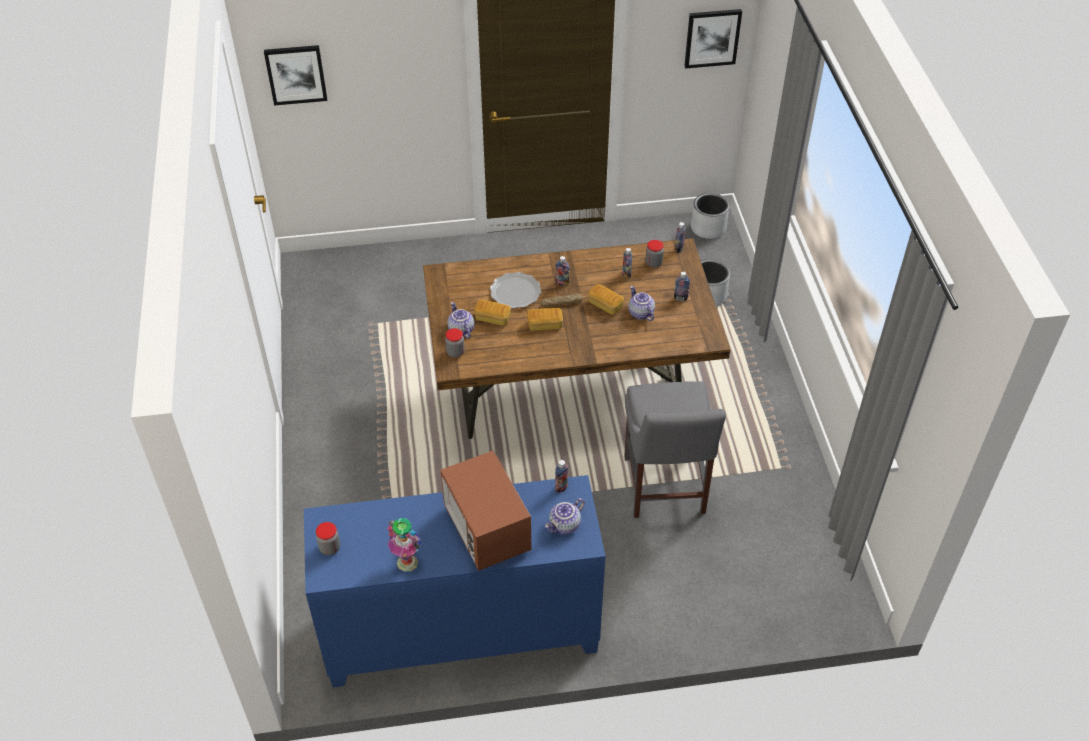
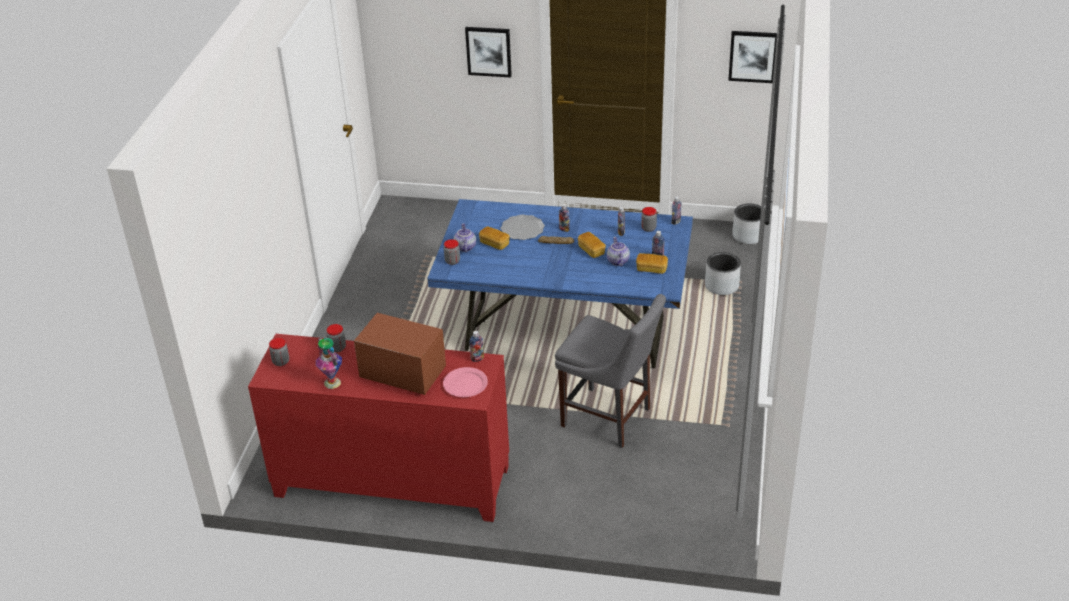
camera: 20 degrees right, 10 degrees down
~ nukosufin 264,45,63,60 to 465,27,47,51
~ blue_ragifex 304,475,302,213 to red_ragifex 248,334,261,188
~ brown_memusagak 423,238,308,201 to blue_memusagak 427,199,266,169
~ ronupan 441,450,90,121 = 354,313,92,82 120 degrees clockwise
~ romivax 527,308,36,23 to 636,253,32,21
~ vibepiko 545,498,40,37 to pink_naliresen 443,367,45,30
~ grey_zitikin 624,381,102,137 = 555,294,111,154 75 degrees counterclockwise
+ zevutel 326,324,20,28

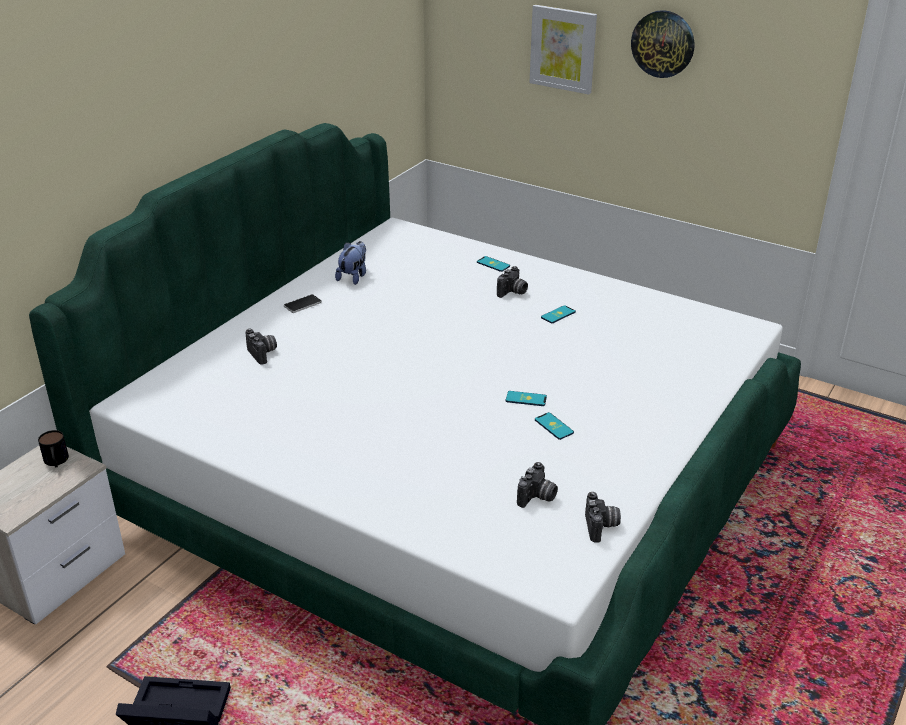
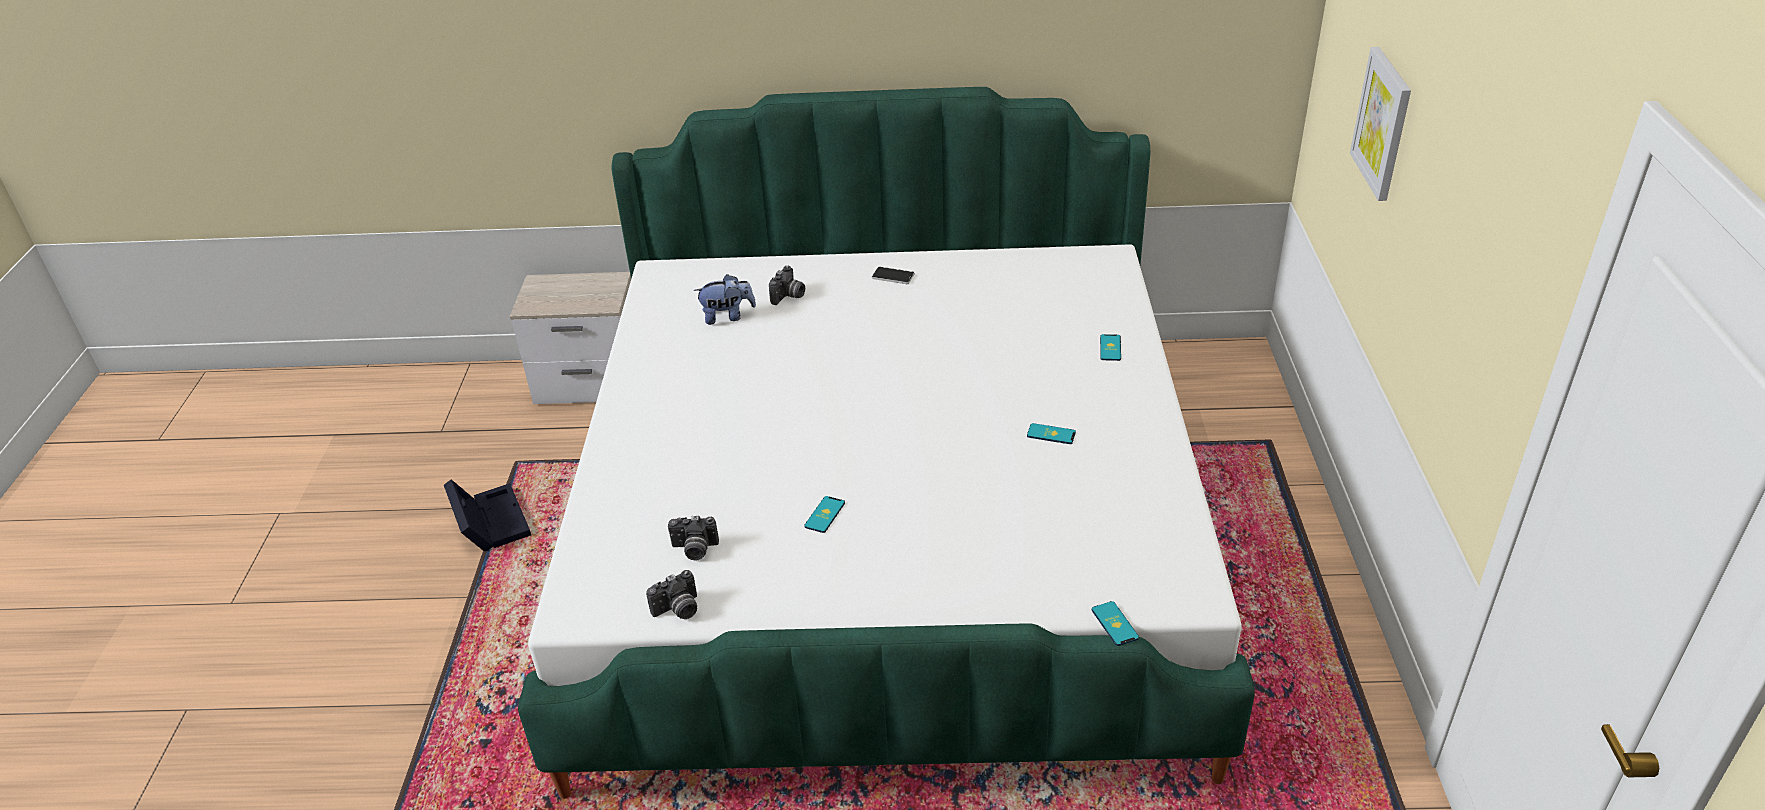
camera: 60 degrees right, 5 degrees up
- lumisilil 38,430,31,38
~ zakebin 335,241,31,44 to 694,274,62,51
- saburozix 497,266,31,32
~ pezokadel 506,391,41,15 to 1092,601,47,45
- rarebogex 631,10,64,68

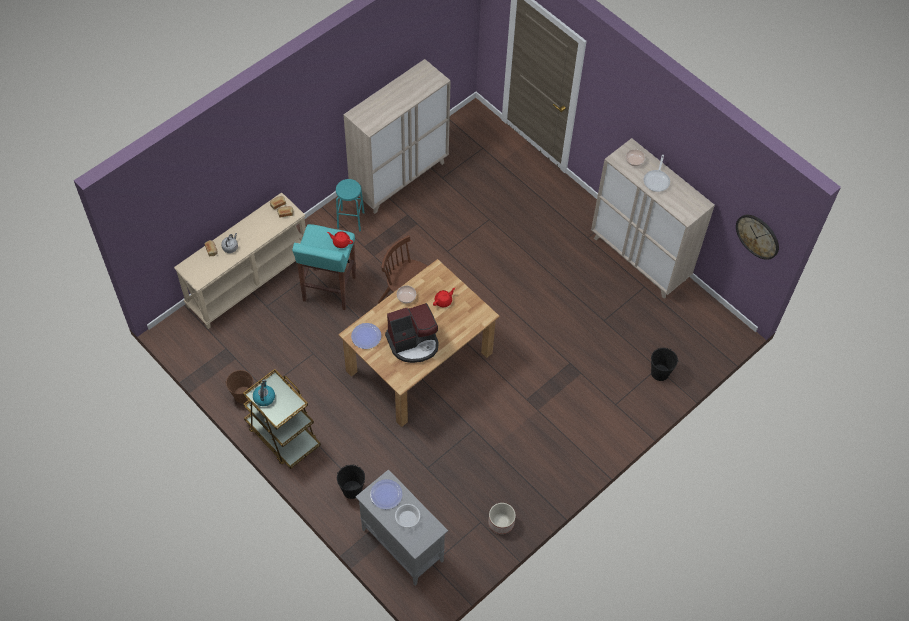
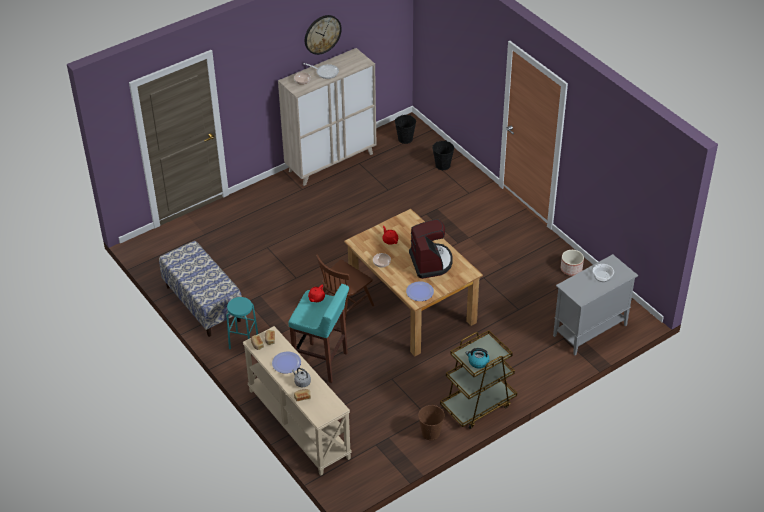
camera: 80 degrees left, 15 degrees down
~ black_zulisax 337,464,28,35 to 395,115,21,29
~ beige_ragifex 344,59,107,155 to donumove 159,241,83,96
~ naliresen 370,479,32,30 to 272,352,29,21
~ rarebogex 736,215,43,45 to 305,15,37,40

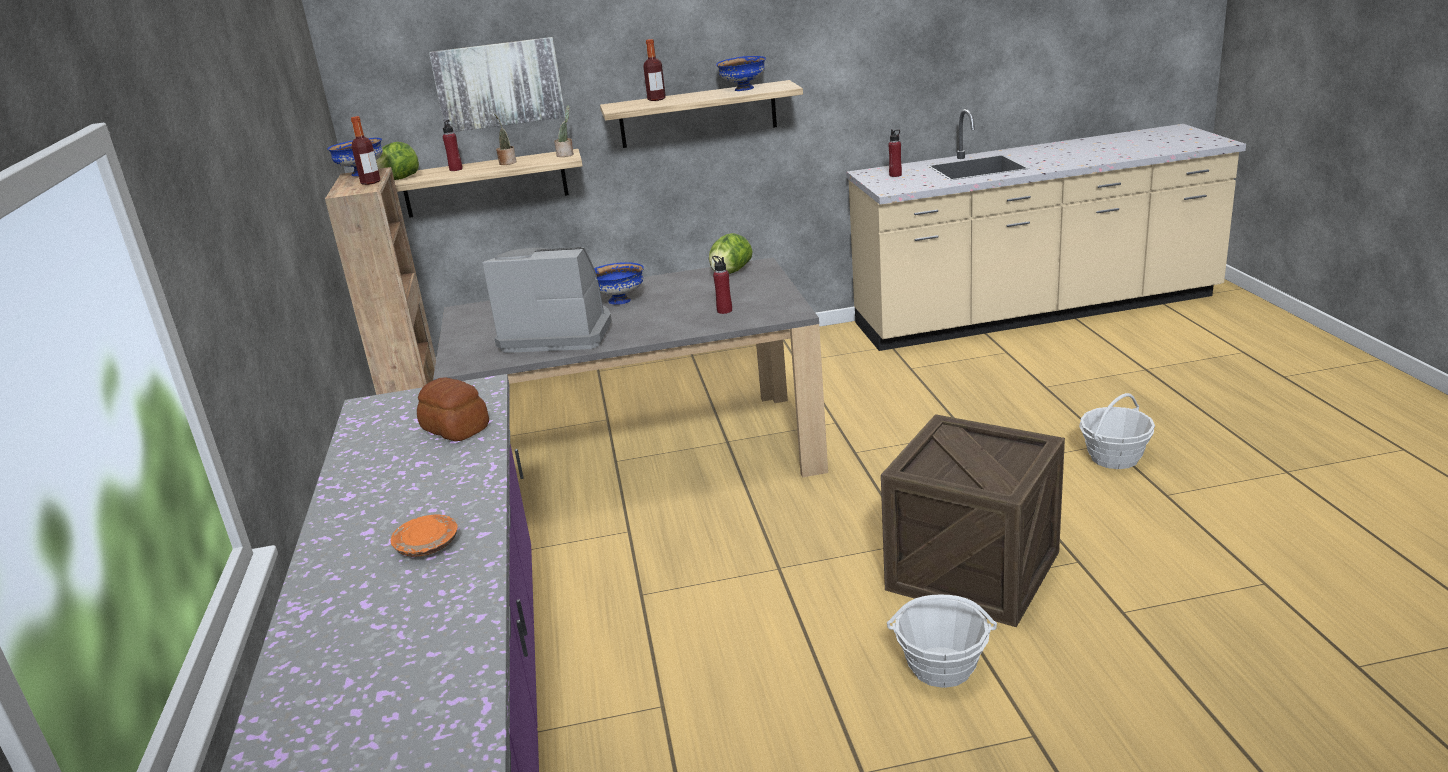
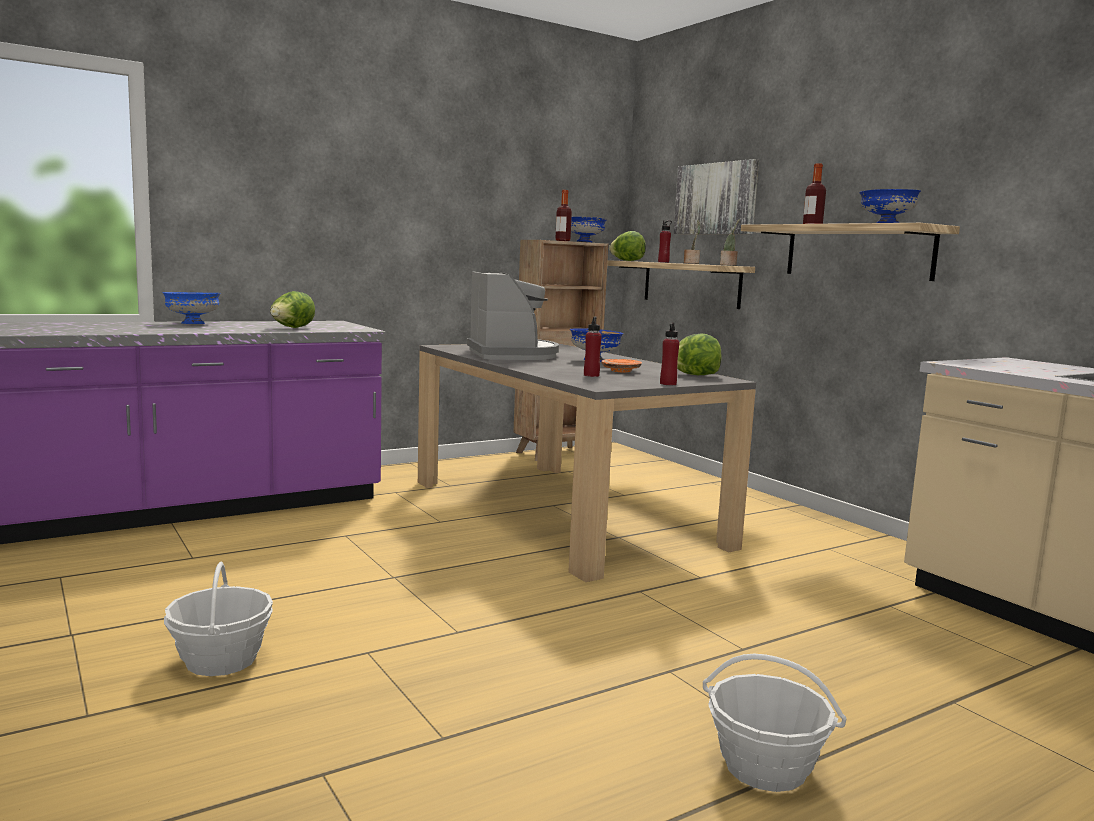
camera: 65 degrees right, 15 degrees down
~ orange_naliresen 391,515,67,42 to 602,359,40,13
~ romivax 417,377,72,64 to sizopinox 270,291,45,37
- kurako 881,414,184,213
~ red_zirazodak 888,129,14,48 to 660,323,19,62
+ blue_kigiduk 162,292,59,32

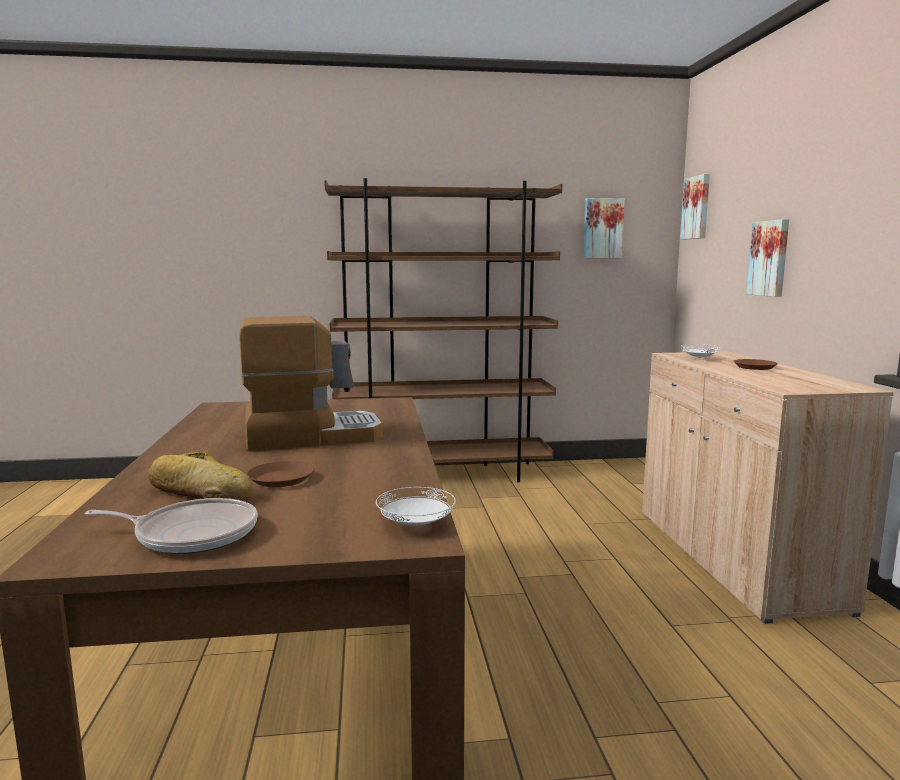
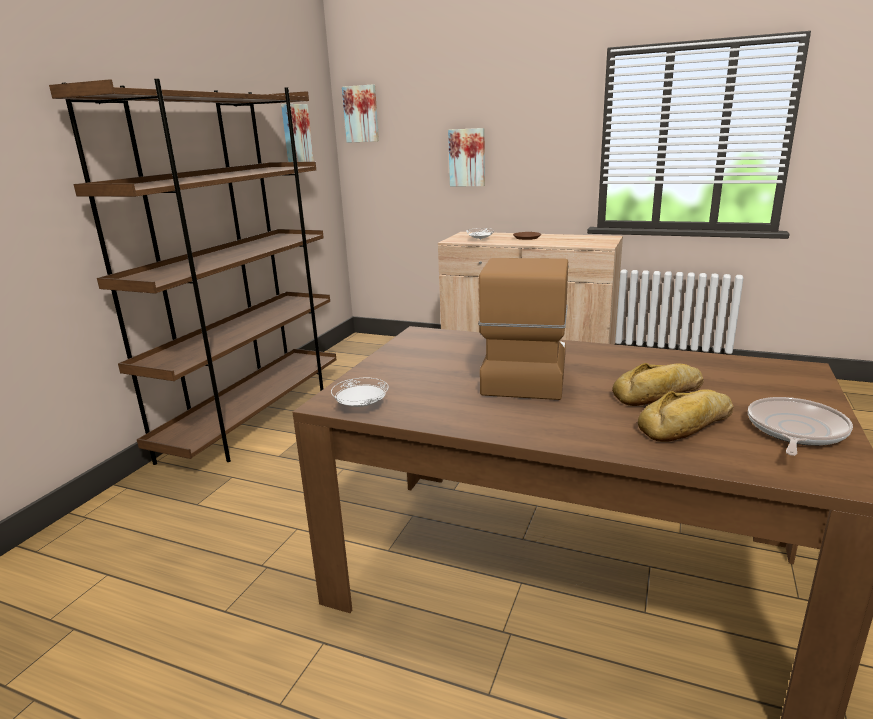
camera: 60 degrees left, 10 degrees up
~ brown_naliresen 247,461,67,26 to romivax 612,363,92,43
~ white_naliresen 376,487,80,39 to 331,378,58,29

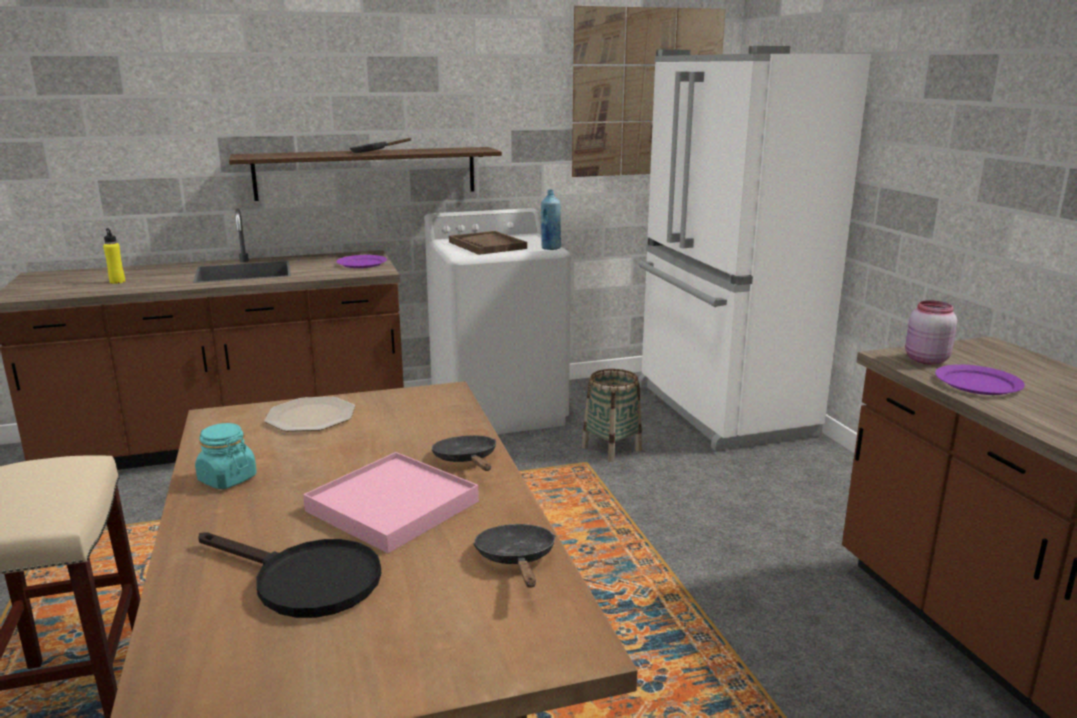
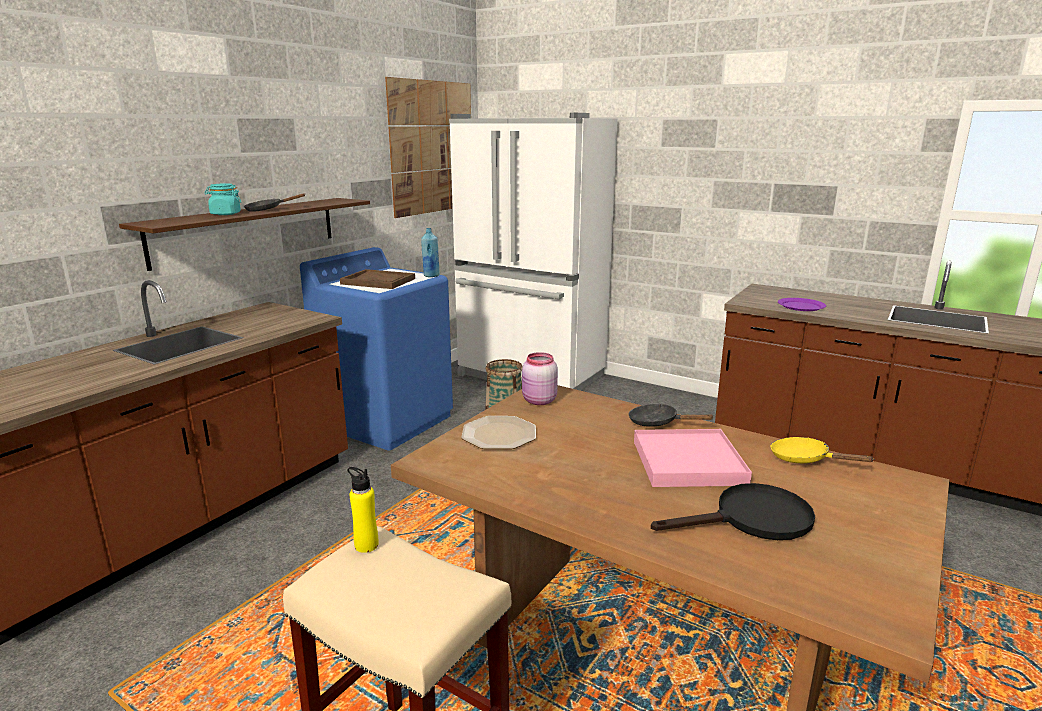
camera: 40 degrees left, 0 degrees up
~ yellow_zirazodak 103,228,22,56 to 347,467,31,86
~ turquoise_zevutel 195,423,61,66 to 205,184,36,31
- purple_naliresen 336,255,51,13
~ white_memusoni 424,208,147,226 to blue_memusoni 300,247,153,204
~ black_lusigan 473,524,83,64 to yellow_lusigan 770,437,105,26
~ pink_zevutel 905,300,52,65 to 522,352,36,53

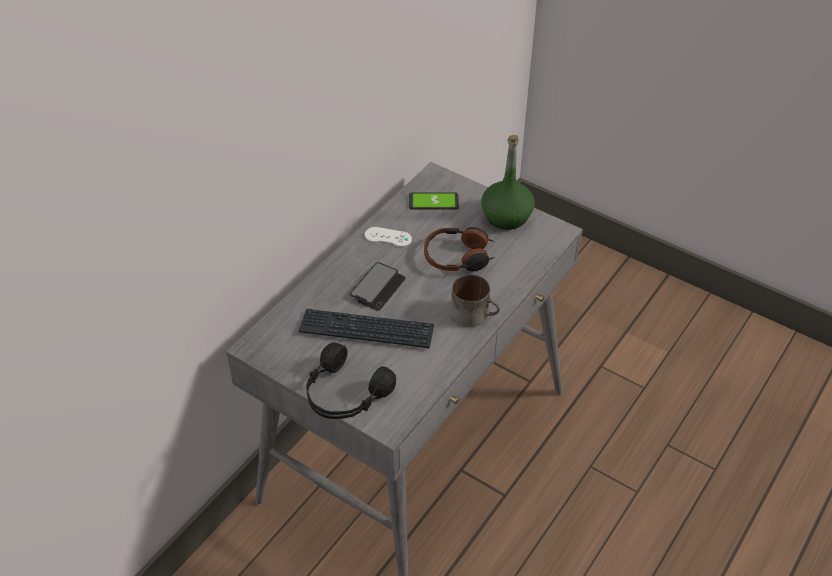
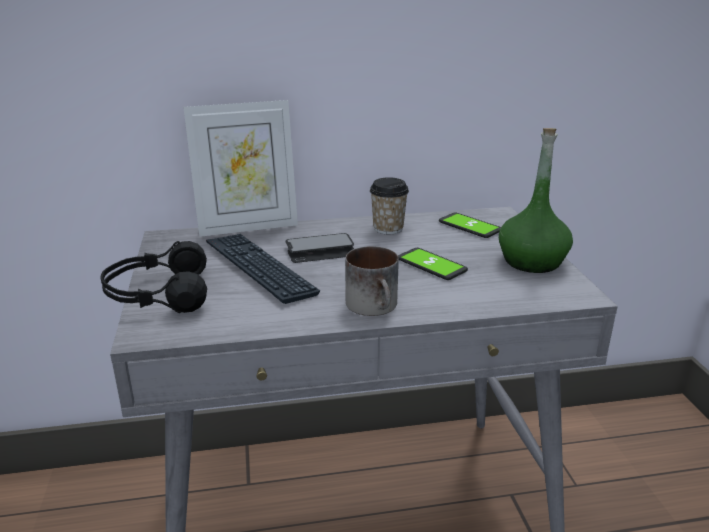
camera: 45 degrees right, 20 degrees down
~ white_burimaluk 365,227,47,20 to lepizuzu 370,177,39,57
~ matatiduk 424,227,71,44 to pezokadel 398,248,70,32
+ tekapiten 183,100,115,137

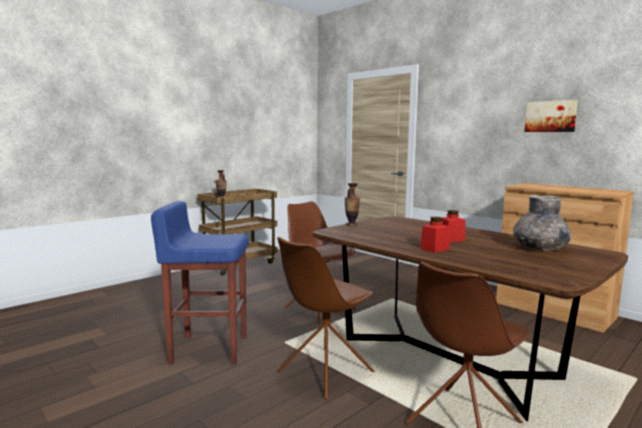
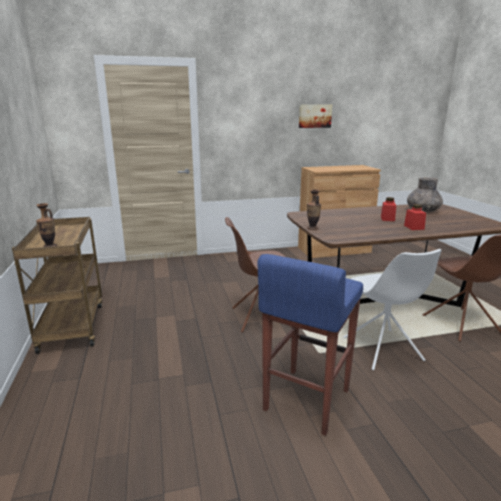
camera: 60 degrees left, 10 degrees up
~ brown_zitikin 277,237,97,163 to white_zitikin 343,249,99,121

